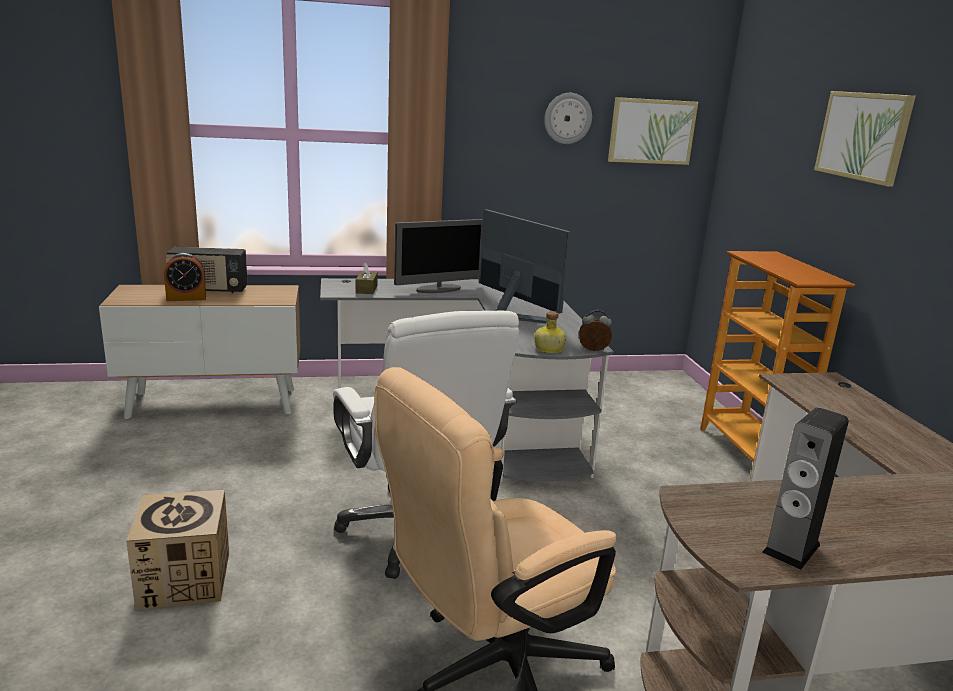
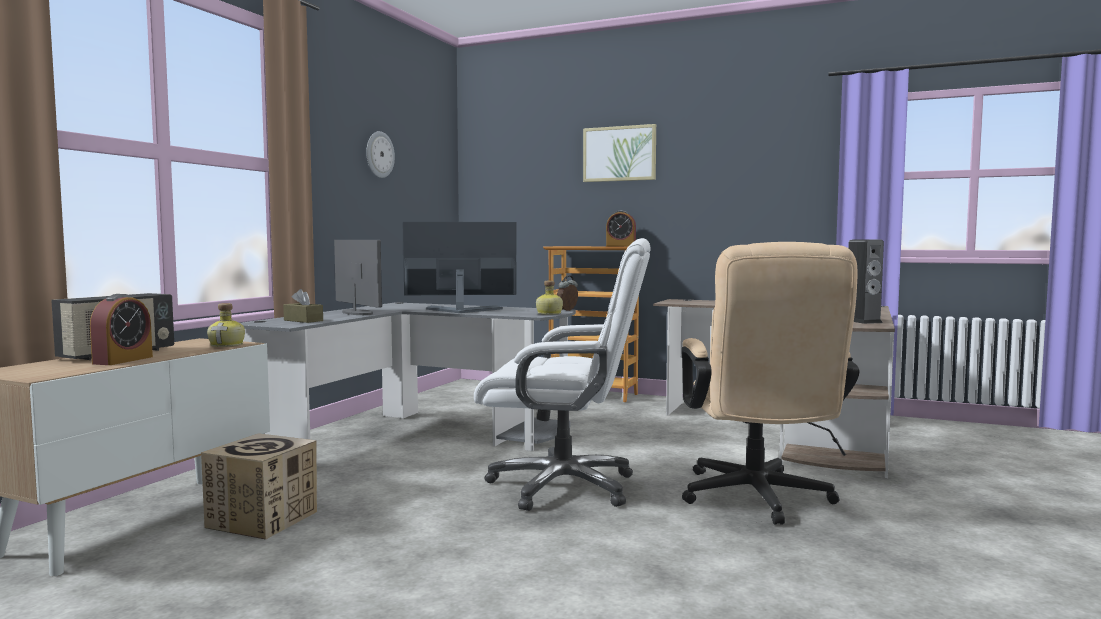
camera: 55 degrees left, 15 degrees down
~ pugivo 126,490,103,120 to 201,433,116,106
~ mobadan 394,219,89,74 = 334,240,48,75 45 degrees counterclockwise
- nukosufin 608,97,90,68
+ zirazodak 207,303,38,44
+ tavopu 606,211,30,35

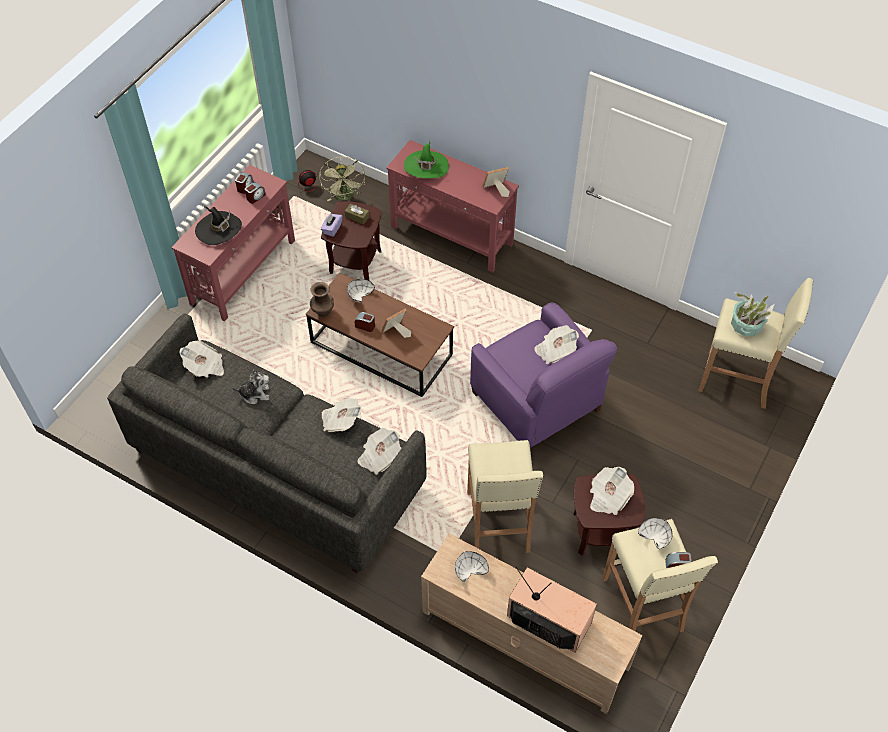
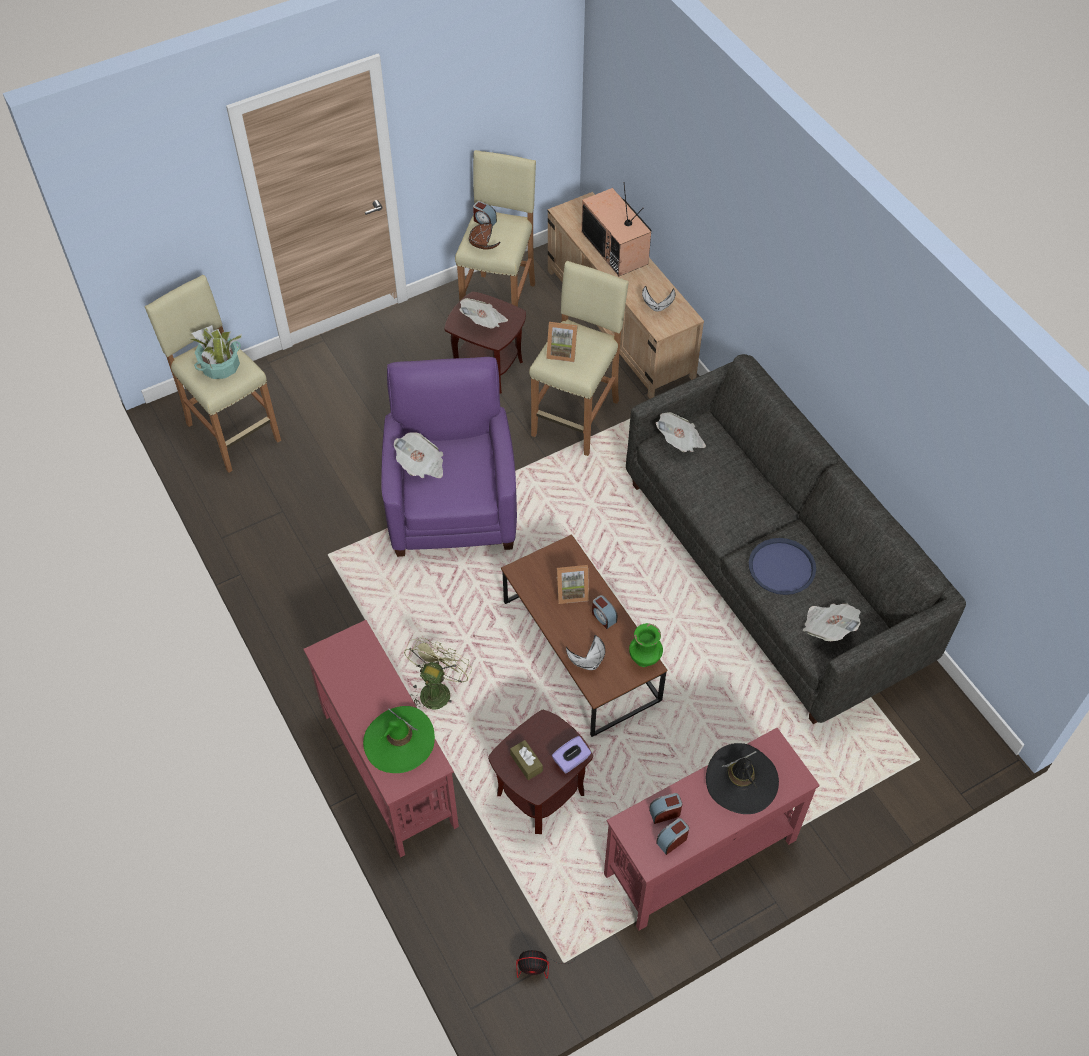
camera: 150 degrees left, 0 degrees up
~ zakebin 232,369,37,35 to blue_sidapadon 749,538,67,57
~ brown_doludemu 310,282,24,35 to green_doludemu 629,623,34,44
~ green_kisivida 319,157,46,44 to 404,637,68,73
- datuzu 321,398,40,34
~ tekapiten 483,167,27,30 to 546,322,32,40
~ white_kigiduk 638,518,35,31 to brown_kigiduk 469,223,31,27

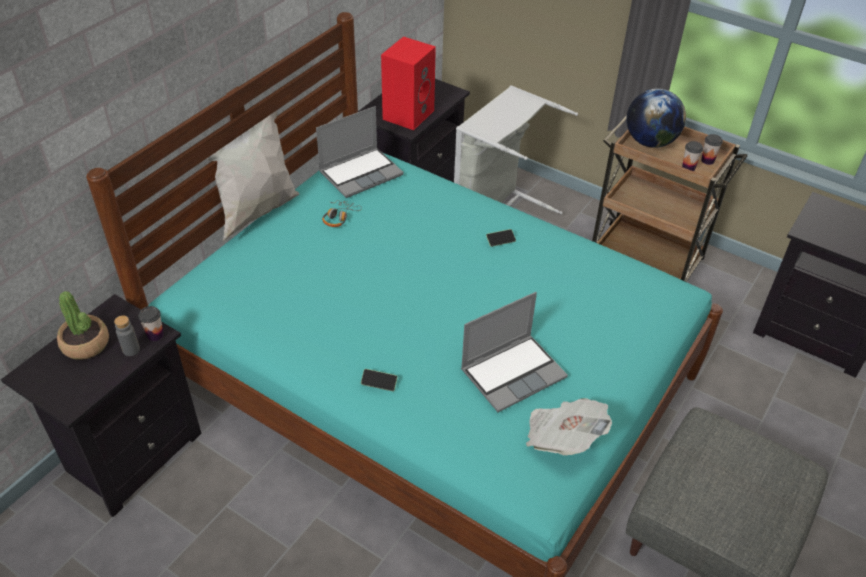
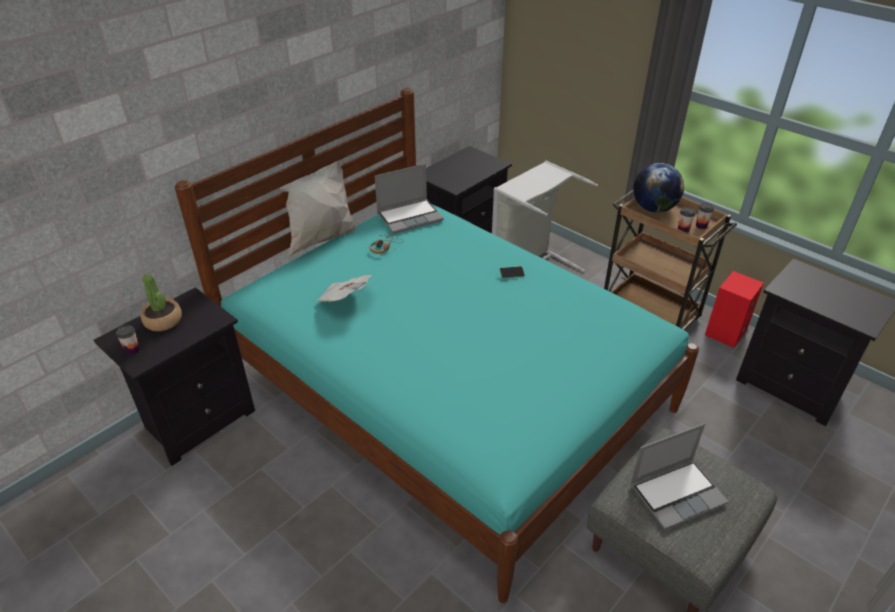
camera: 10 degrees right, 5 degrees down
- grey_zirazodak 114,315,26,41
~ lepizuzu 138,306,26,35 to 116,325,24,31
- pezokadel 361,369,37,22
~ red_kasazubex 381,37,55,93 to 705,271,59,77
~ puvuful 461,292,107,120 to 630,423,99,107
~ datuzu 526,398,86,57 to 316,275,56,27

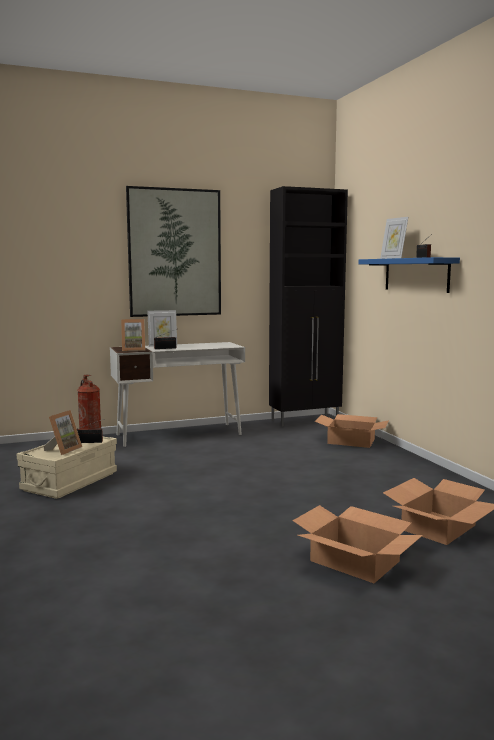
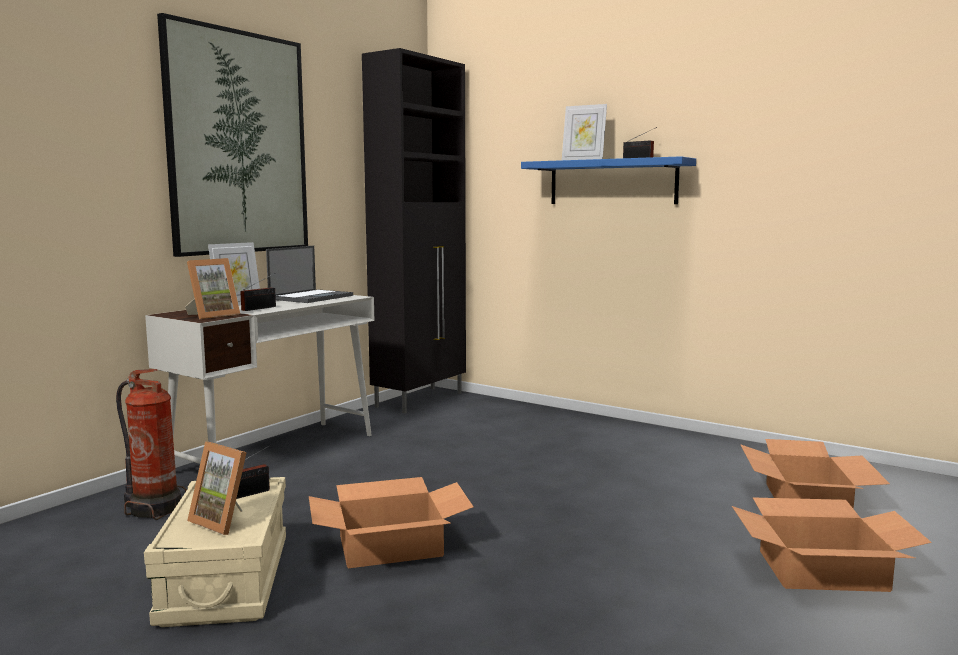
camera: 35 degrees left, 0 degrees up
~ tekapiten 44,410,38,45 = 187,442,60,93 135 degrees clockwise
~ pugivo 315,414,74,34 to 309,477,164,91
+ puvuful 266,246,87,57

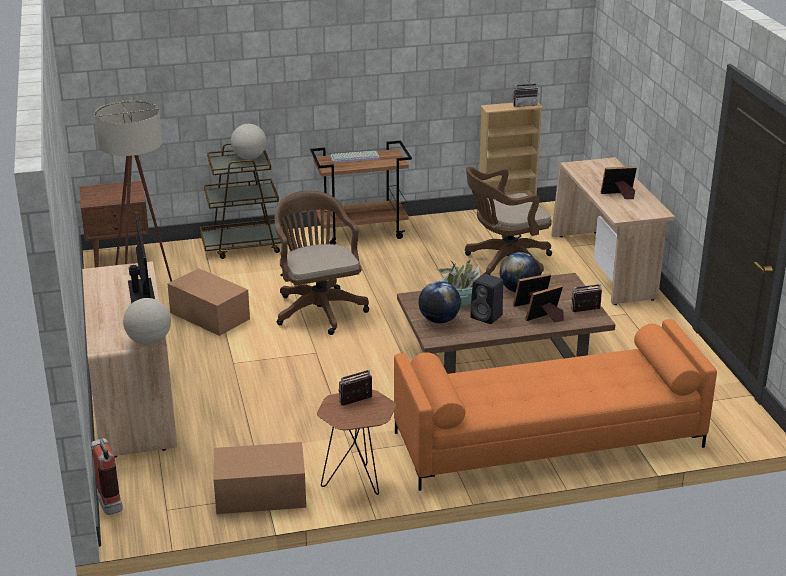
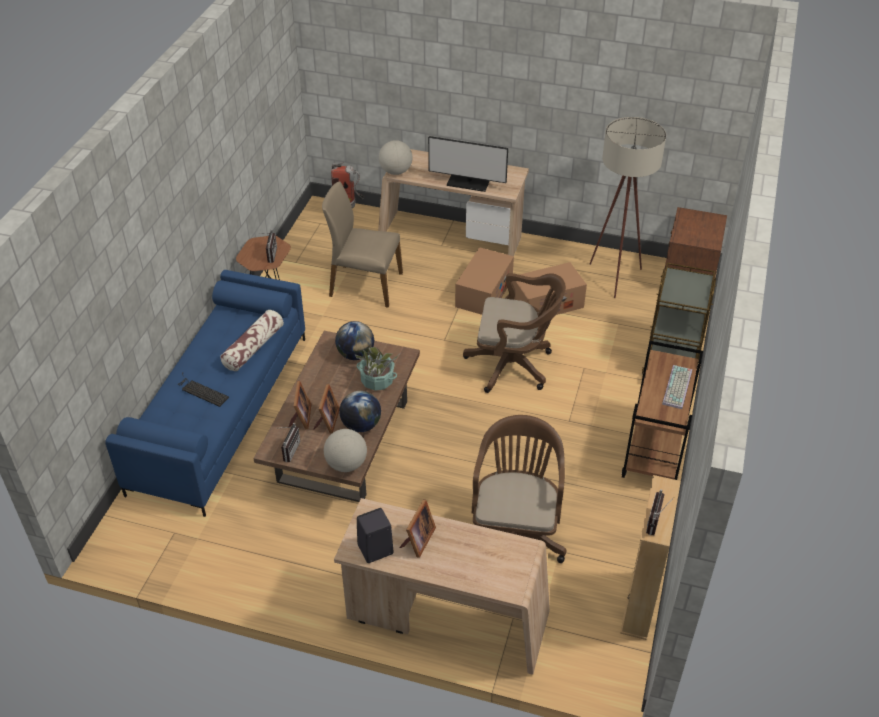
camera: 120 degrees right, 15 degrees up
~ pugivo 214,442,92,72 to 455,247,59,68
~ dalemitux 231,124,36,36 to 324,429,43,43
~ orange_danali 394,319,323,172 to blue_danali 105,270,200,247
~ black_kasazubex 470,273,33,51 to 357,508,37,55
+ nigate 178,373,51,34
+ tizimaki 220,310,64,61
+ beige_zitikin 322,182,81,126

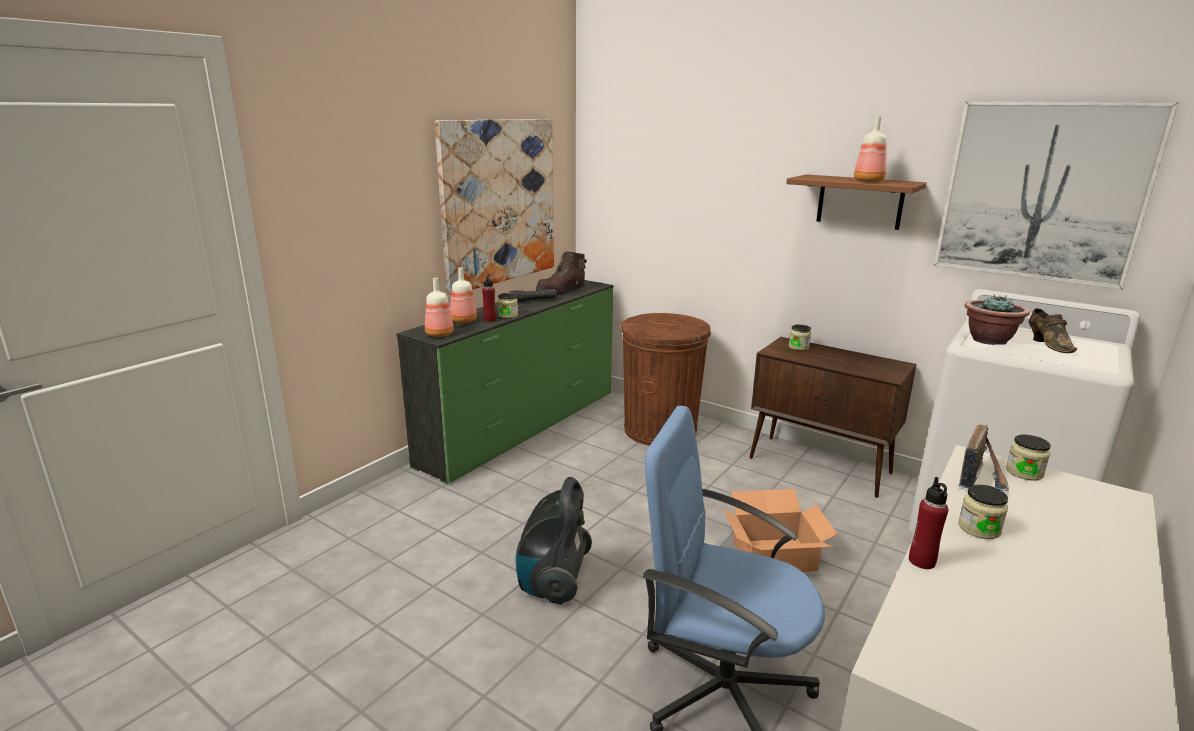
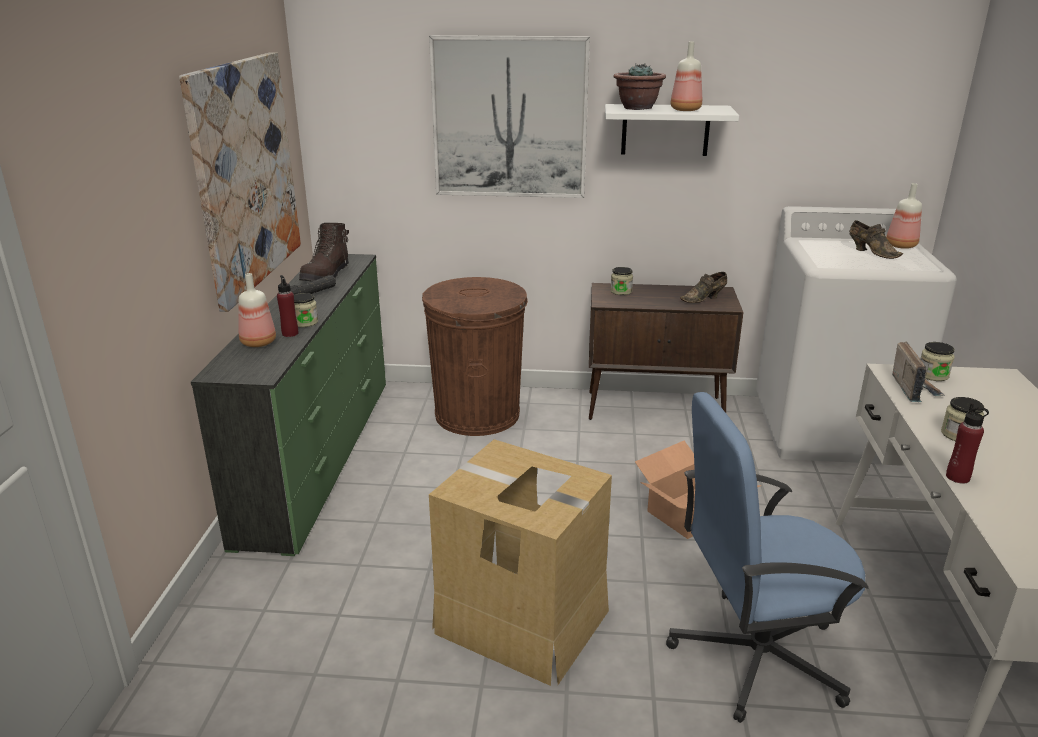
camera: 30 degrees left, 5 degrees up
~ zirazodak 425,278,29,59 to 886,183,36,66
~ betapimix 516,477,76,128 to pugivo 429,439,183,247
~ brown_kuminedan 786,174,141,56 to white_kuminedan 605,104,134,52
~ nukosufin 933,101,246,189 to 429,35,161,163
~ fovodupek 965,294,65,51 to 613,63,53,47
+ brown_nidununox 680,272,47,31

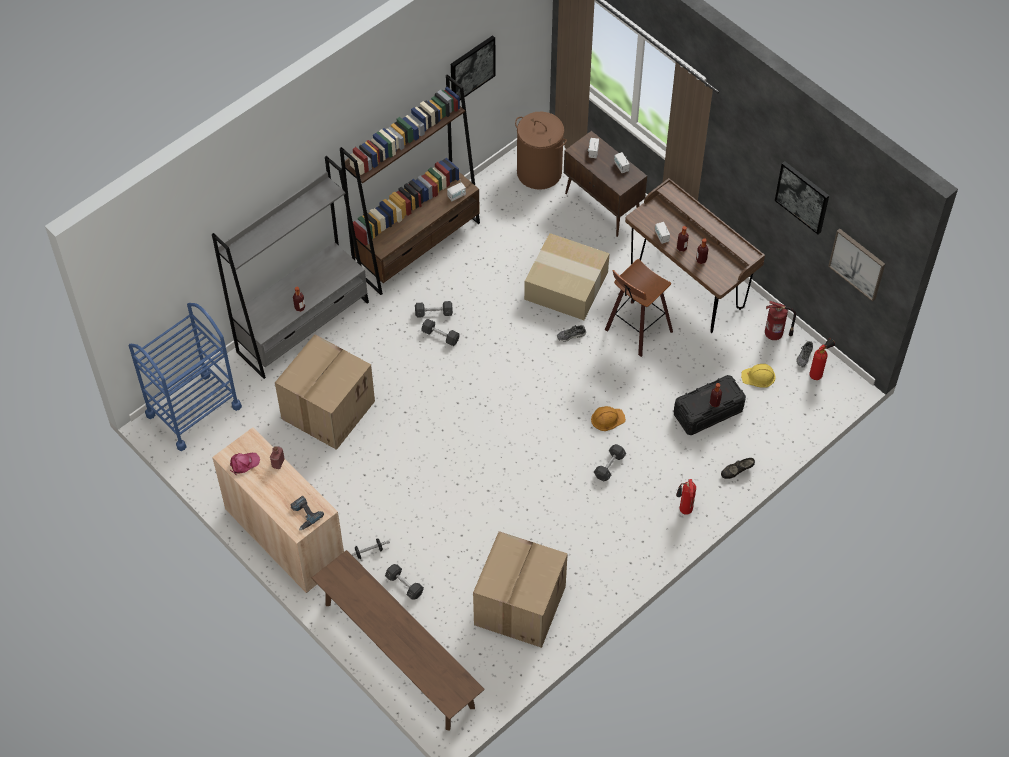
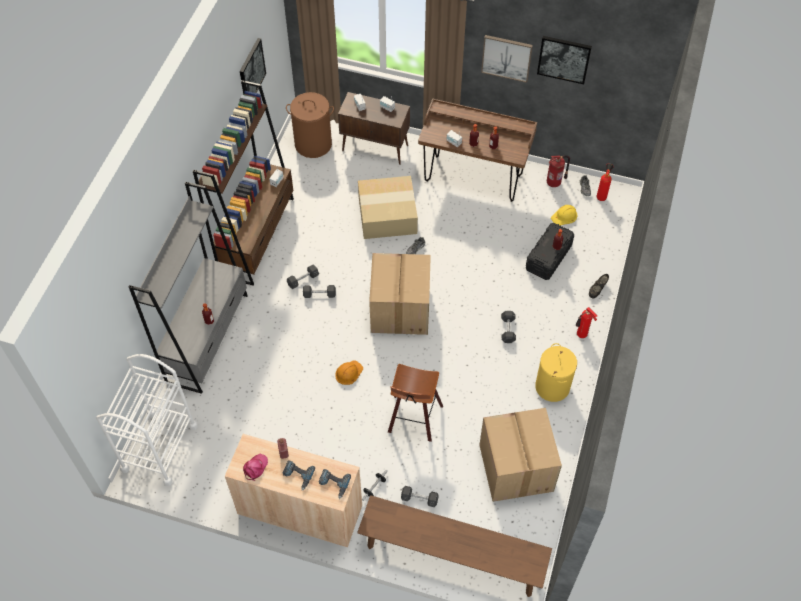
camera: 30 degrees left, 0 degrees up
~ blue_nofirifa 128,303,114,148 to white_nofirifa 96,354,102,132
~ pugivo 275,334,100,116 to 369,253,62,82
~ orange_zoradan 591,406,35,25 to 335,360,28,25
~ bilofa 605,259,68,98 to 388,364,55,78
~ nukosufin 828,229,57,73 to 481,35,52,48
+ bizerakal 283,460,32,31
+ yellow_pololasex 535,343,42,59

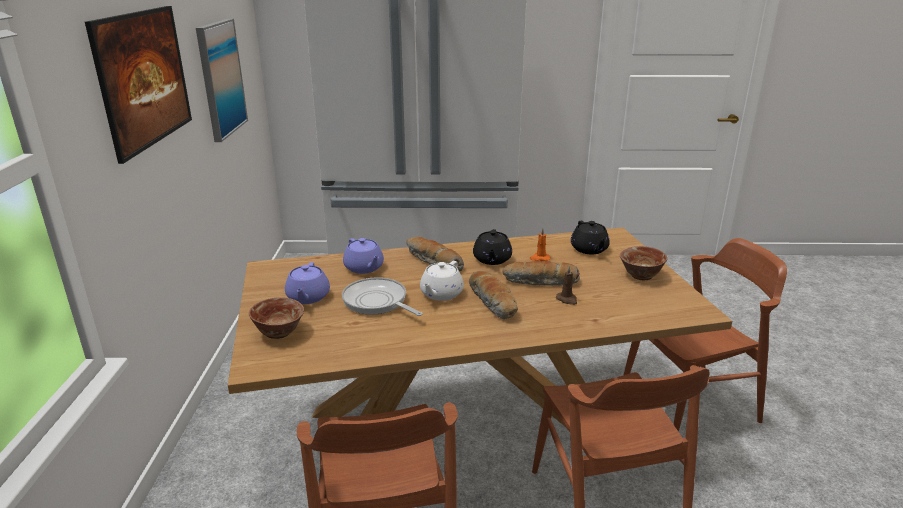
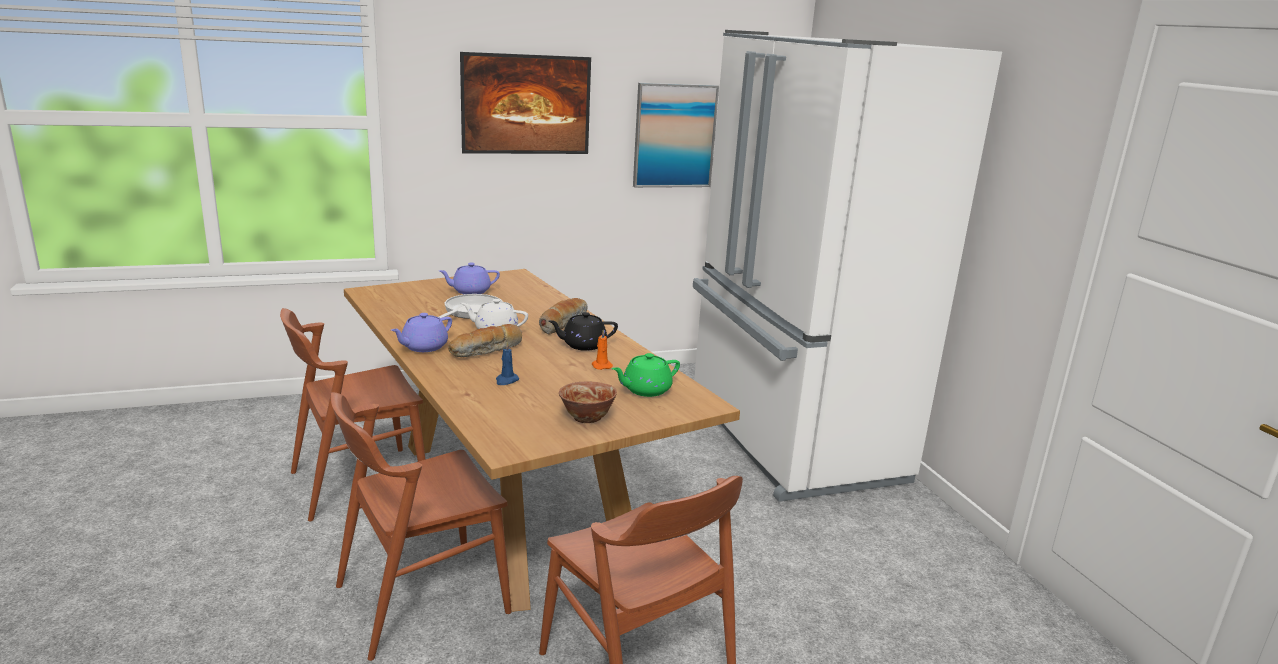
camera: 70 degrees right, 5 degrees down
- kigiduk 249,298,55,41
~ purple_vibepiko 343,238,41,36 to 391,313,61,39
- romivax 502,261,78,25
~ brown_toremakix 556,266,21,39 to blue_toremakix 496,342,23,43
~ black_vibepiko 571,221,39,33 to green_vibepiko 612,353,68,44

